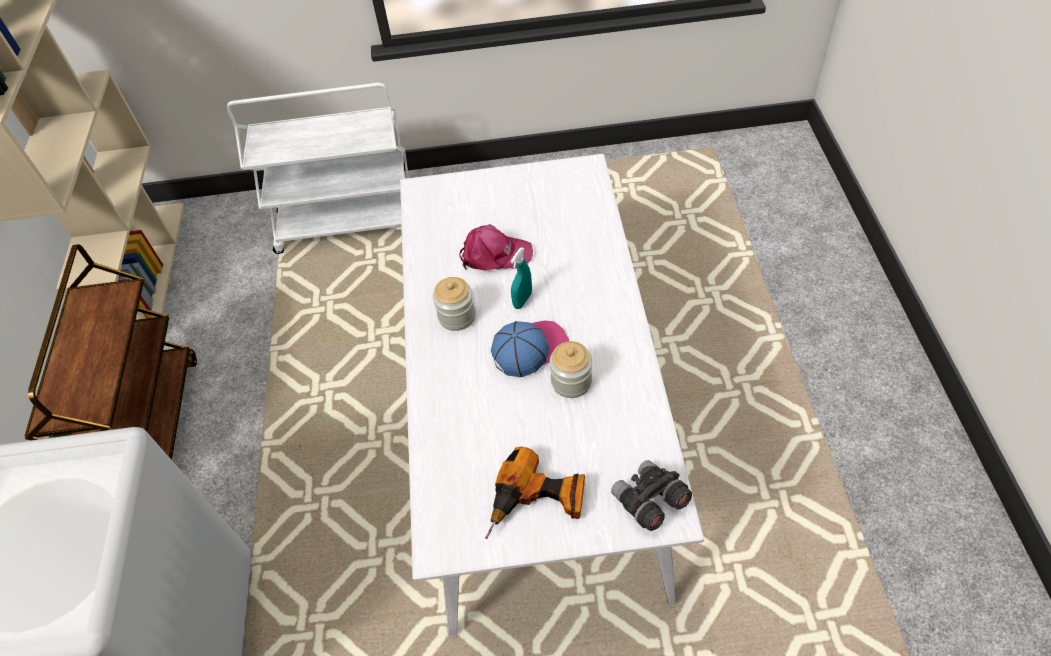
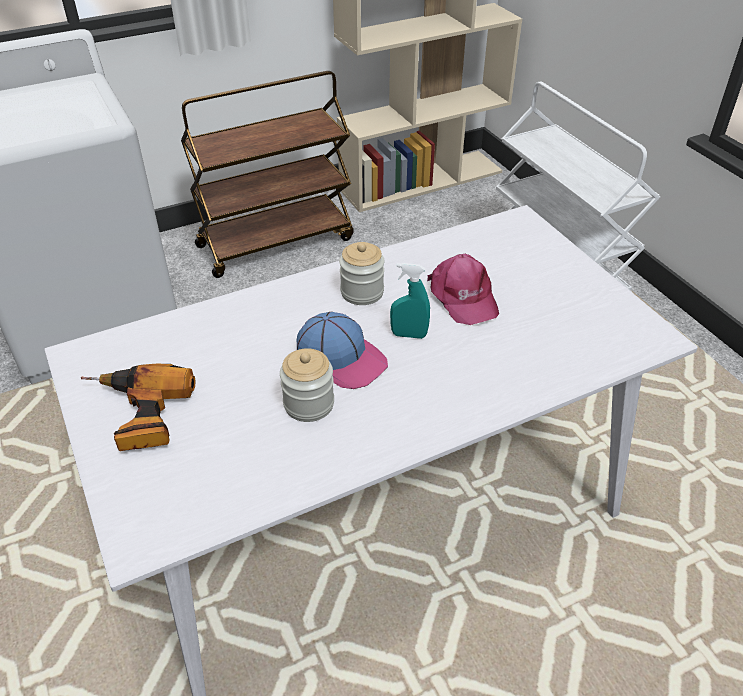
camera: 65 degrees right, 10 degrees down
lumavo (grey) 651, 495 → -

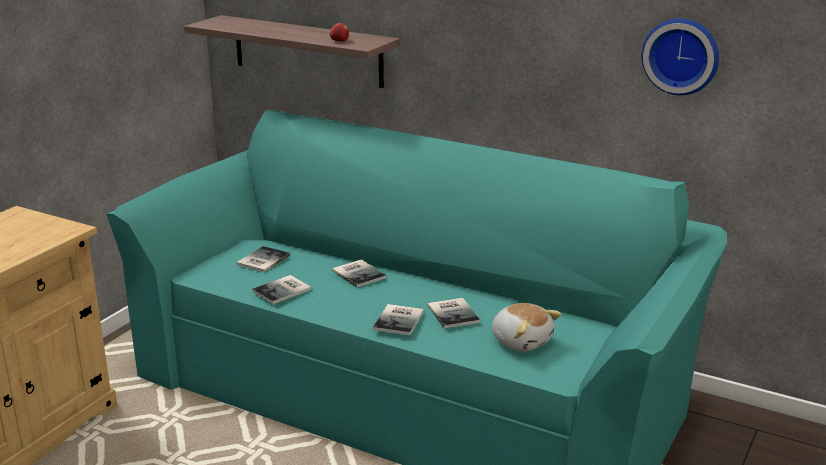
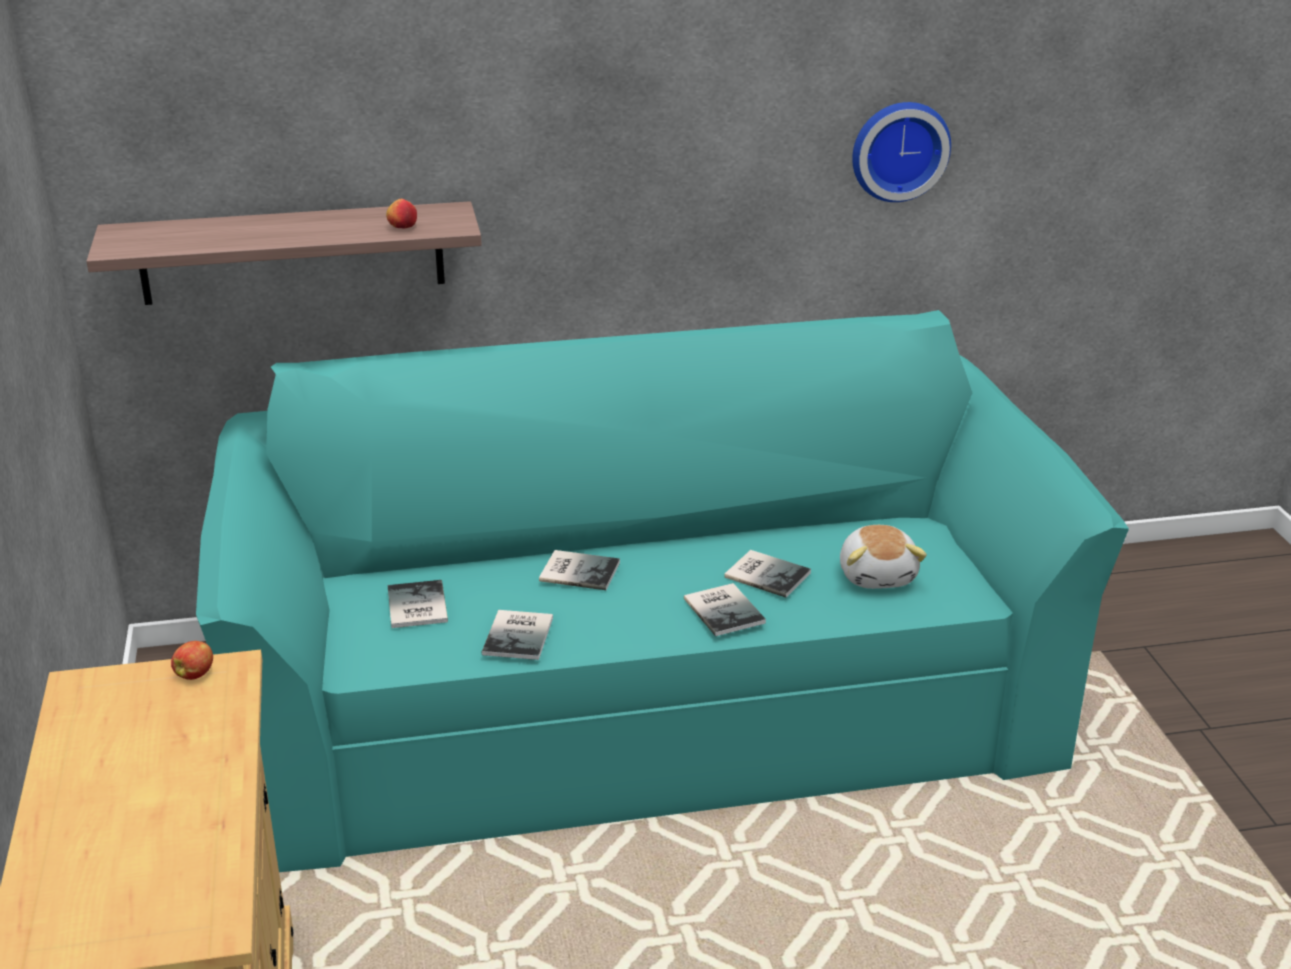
camera: 40 degrees left, 5 degrees up
- → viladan 192, 660
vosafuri 527, 327 → vosafuri 883, 557, 75 degrees clockwise

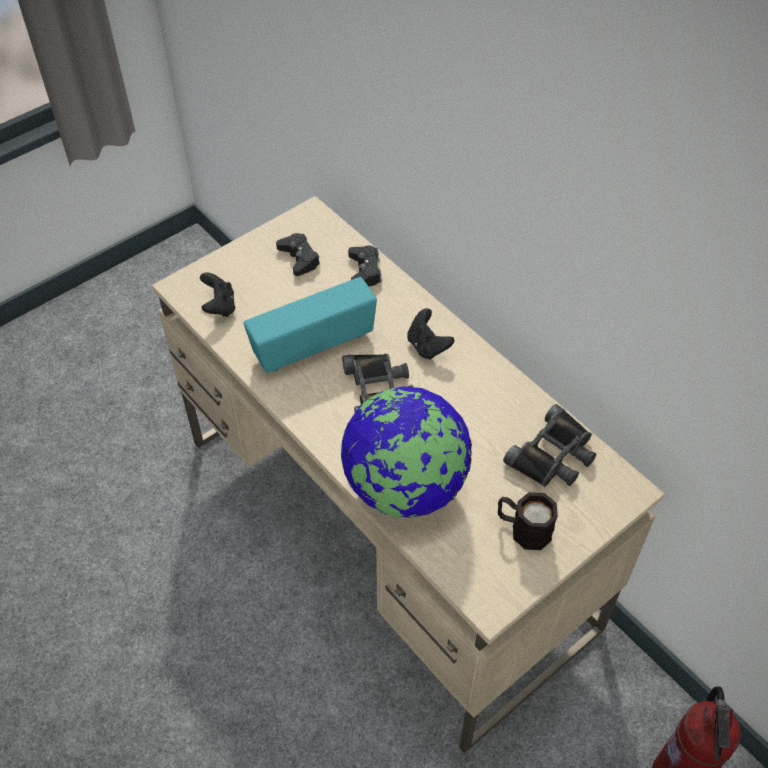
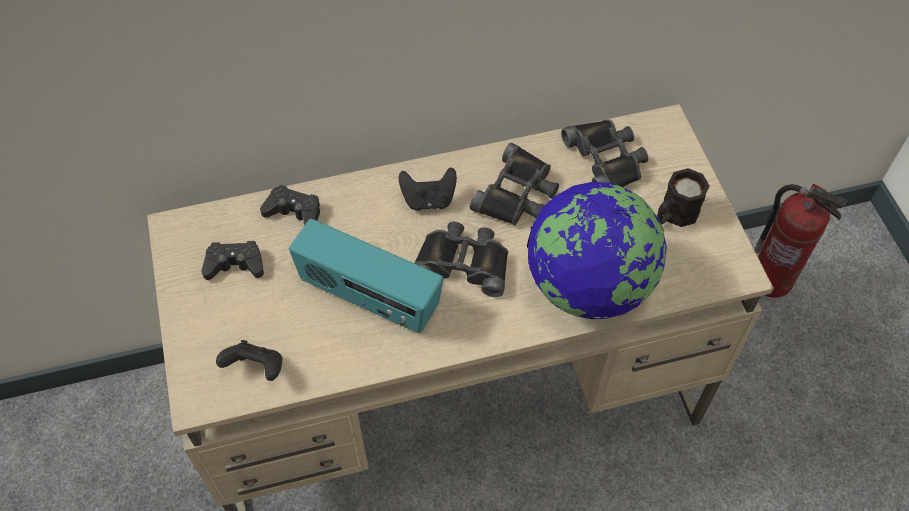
camera: 65 degrees left, 5 degrees up
- → lumavo (black) 514, 184
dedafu 310, 325 → dedafu 366, 276, 60 degrees counterclockwise

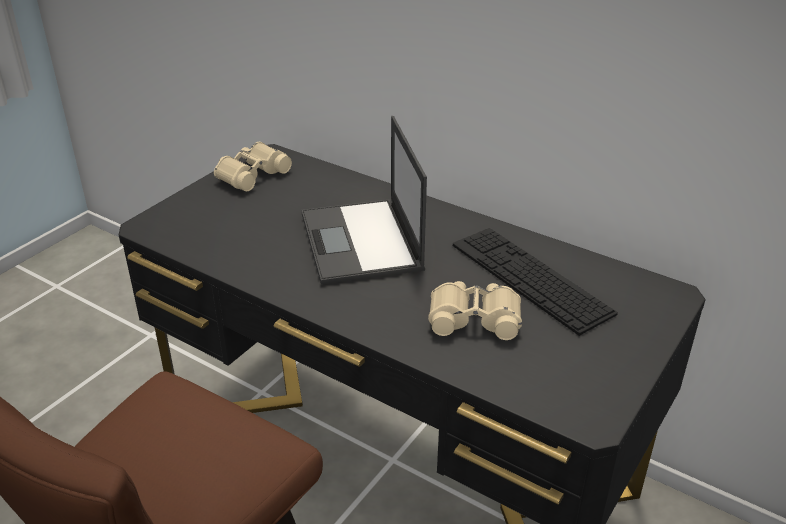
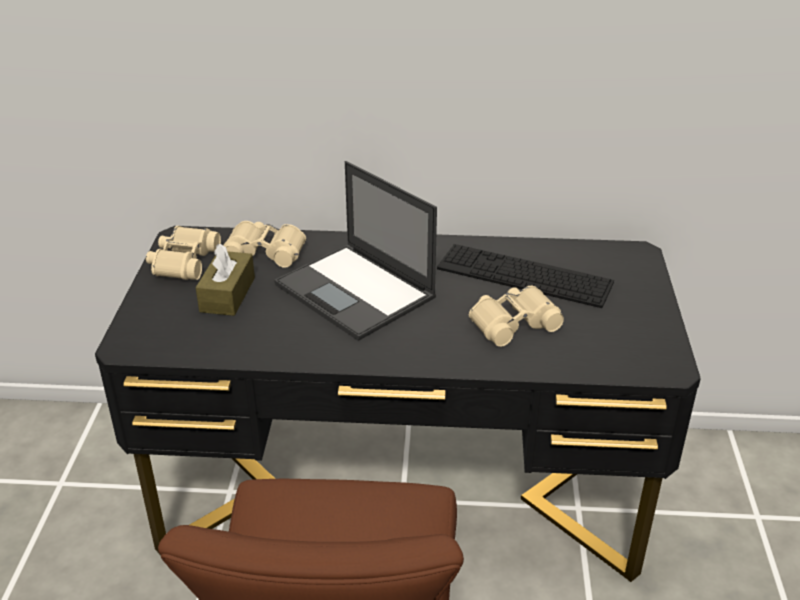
camera: 30 degrees left, 0 degrees up
- → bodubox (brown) 225, 280
- → lumavo (beige) 264, 244

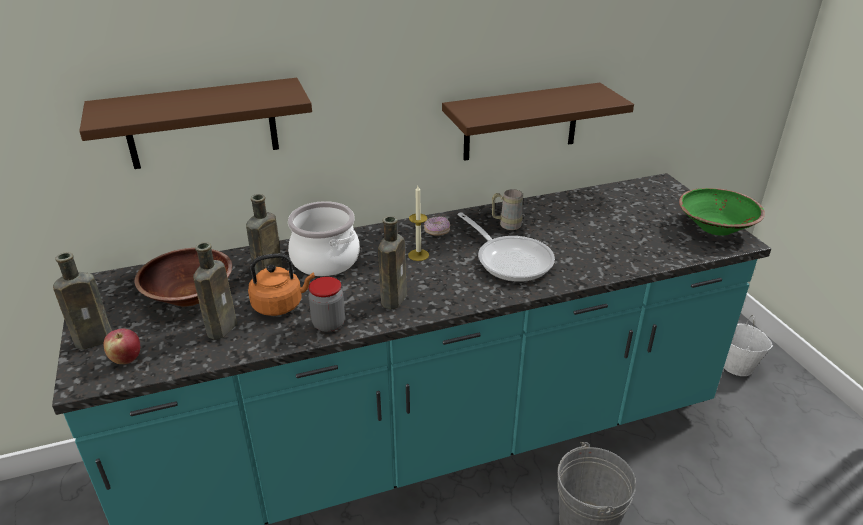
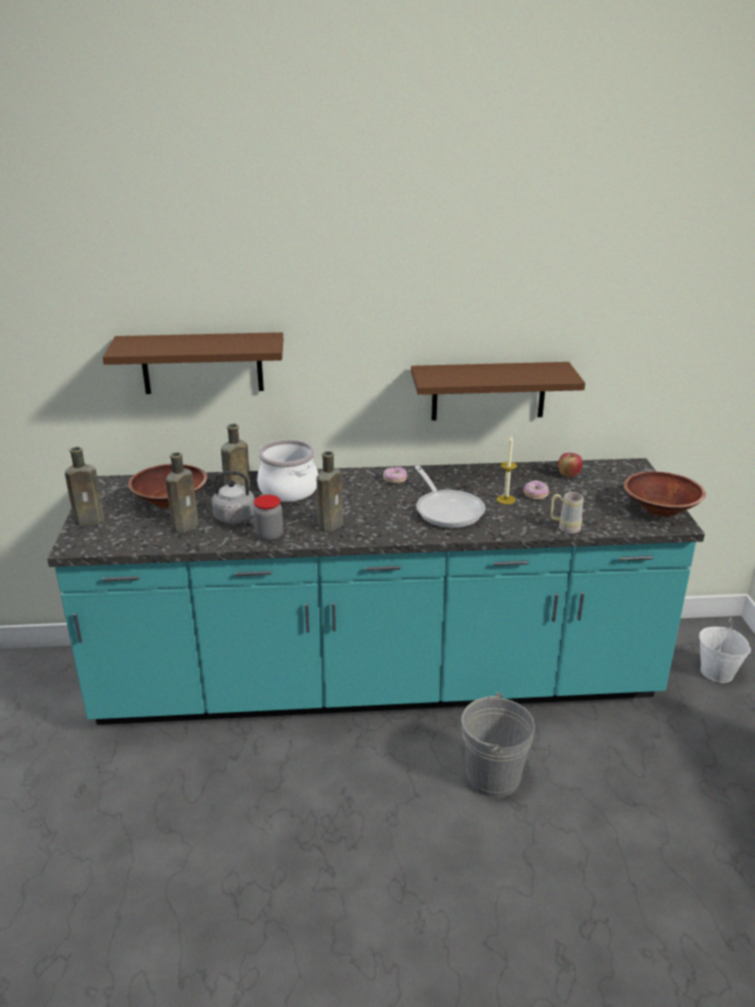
camera: 15 degrees right, 5 degrees down
- → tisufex 536, 490
viladan 121, 346 → viladan 570, 465, move
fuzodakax 418, 223 → fuzodakax 507, 470, move
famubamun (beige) 507, 209 → famubamun (beige) 567, 513, move
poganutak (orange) 281, 284 → poganutak (grey) 239, 497
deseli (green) 722, 212 → deseli (brown) 665, 494

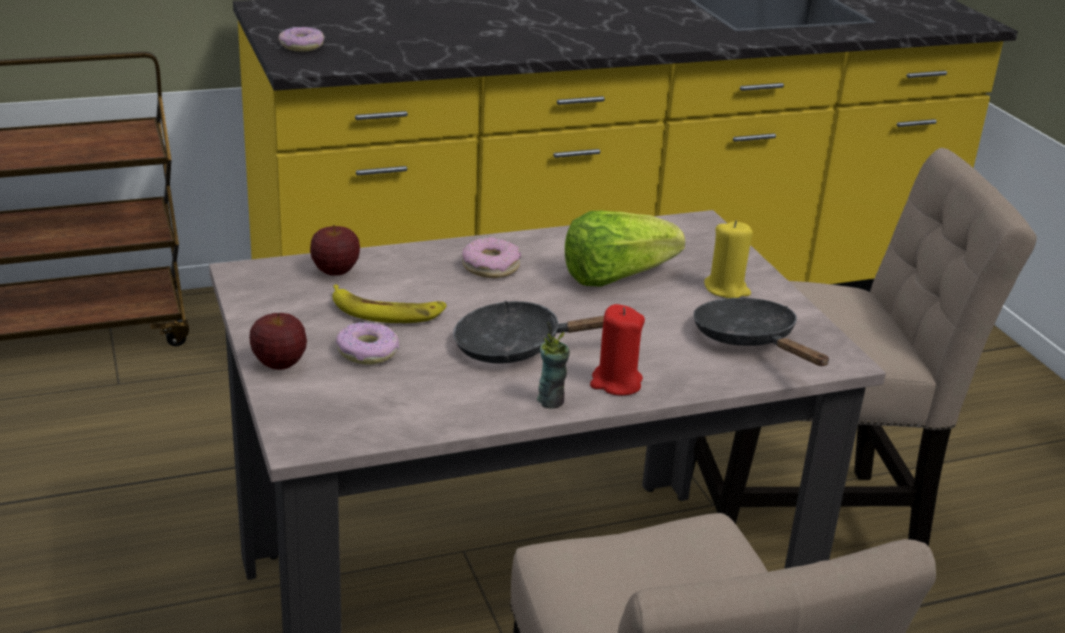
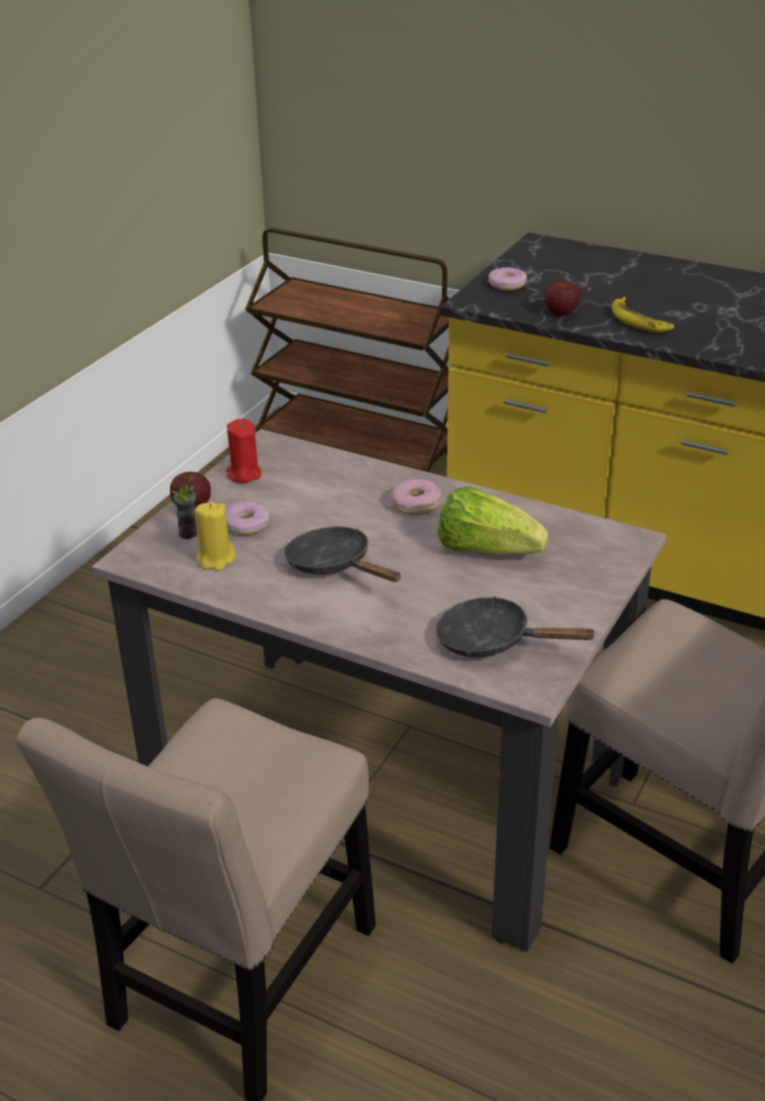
camera: 50 degrees right, 5 degrees up
viladan 335, 250 → viladan 562, 297, move
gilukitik 389, 304 → gilukitik 643, 314, move
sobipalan 553, 365 → sobipalan 185, 507, move
fuzodakax (red) 617, 349 → fuzodakax (red) 243, 451, move
fuzodakax (yellow) 728, 259 → fuzodakax (yellow) 215, 536, move
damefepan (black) 761, 332 → damefepan (black) 516, 626, 90 degrees counterclockwise

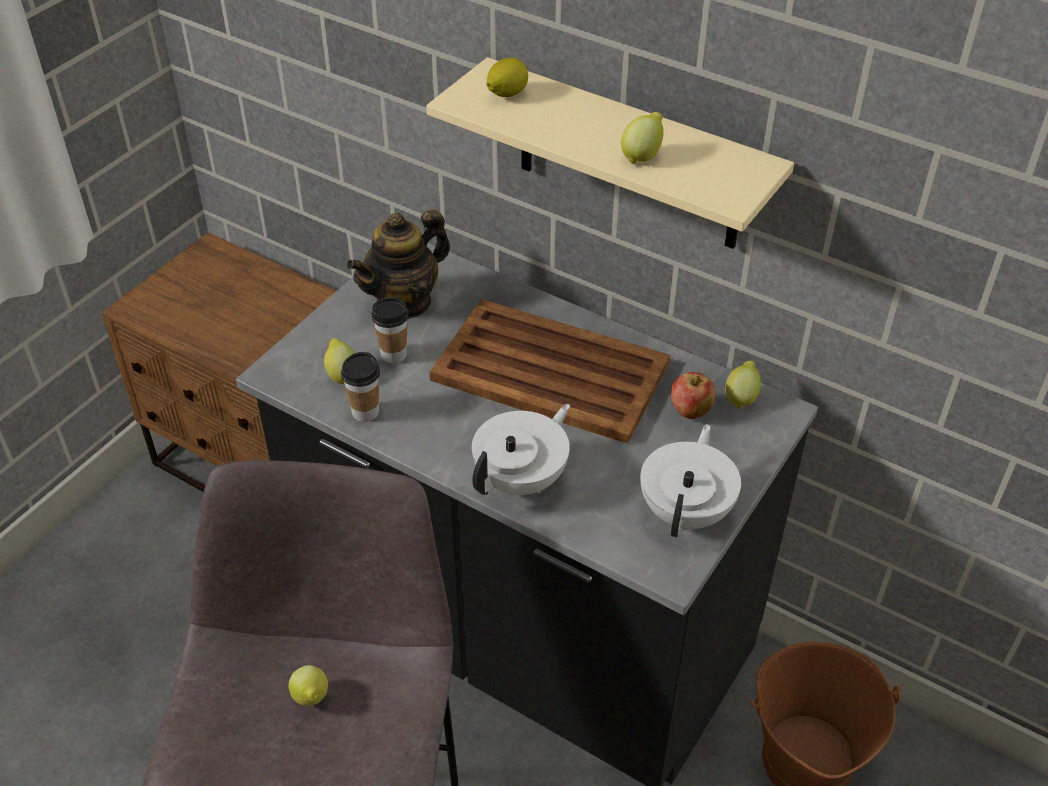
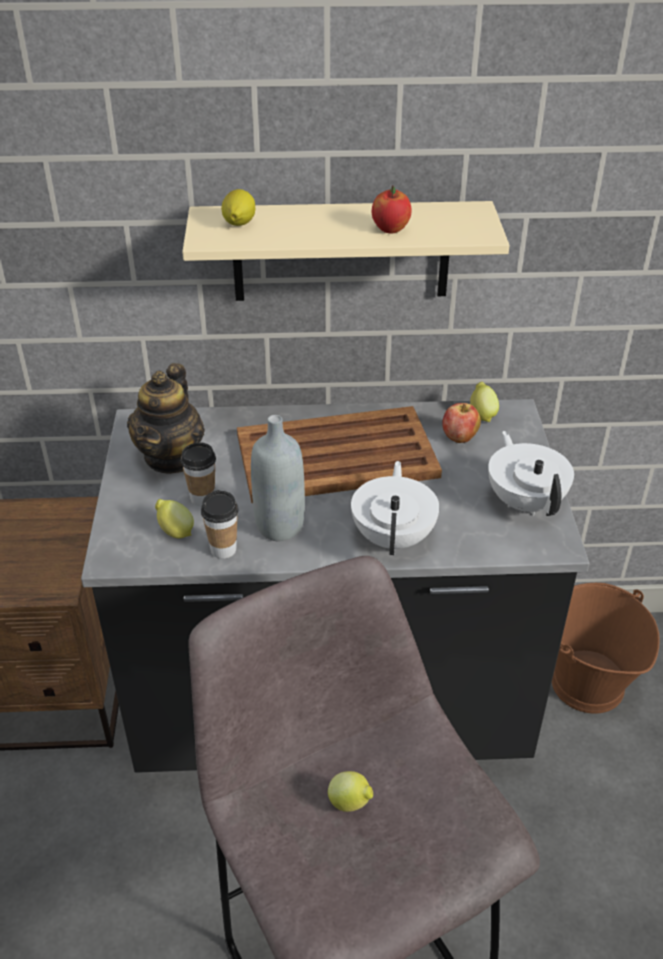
camera: 35 degrees left, 5 degrees down
- → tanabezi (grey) 278, 478
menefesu 642, 138 → viladan 391, 209

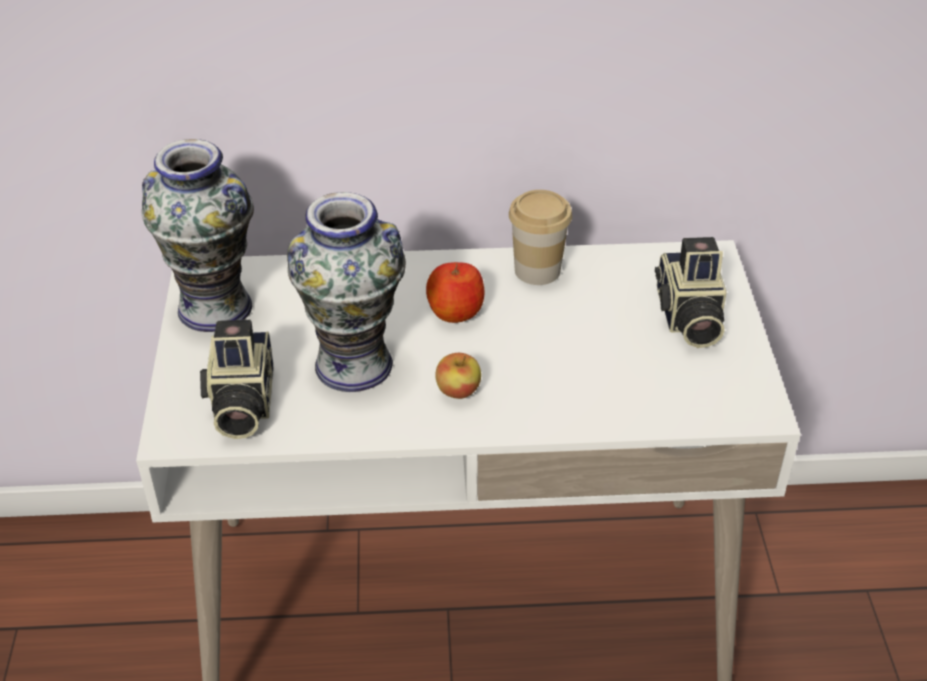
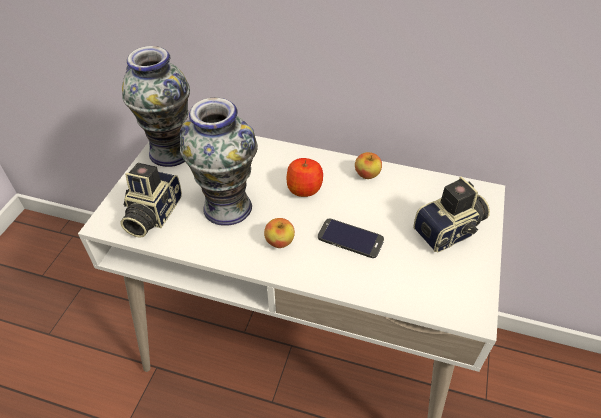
camera: 20 degrees right, 5 degrees up
- → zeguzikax 351, 238
sobipalan 540, 237 → viladan 368, 165
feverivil 690, 292 → feverivil 451, 214, 135 degrees counterclockwise

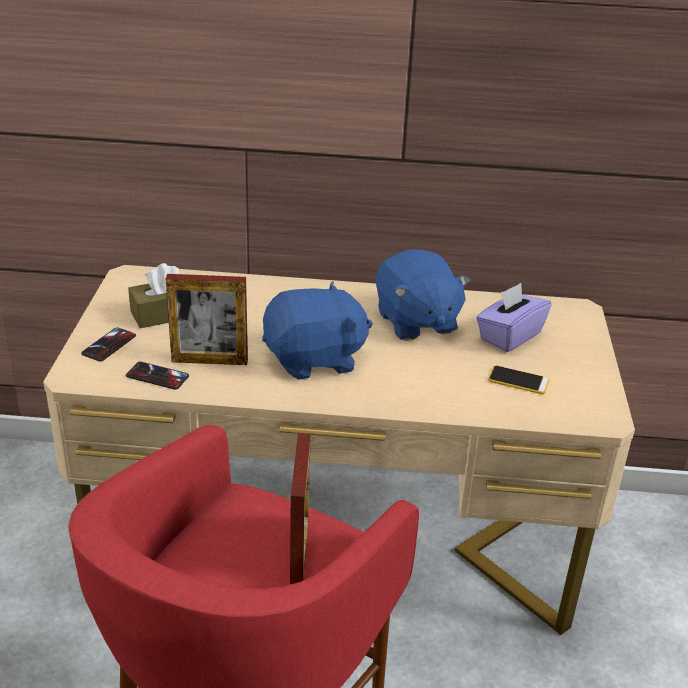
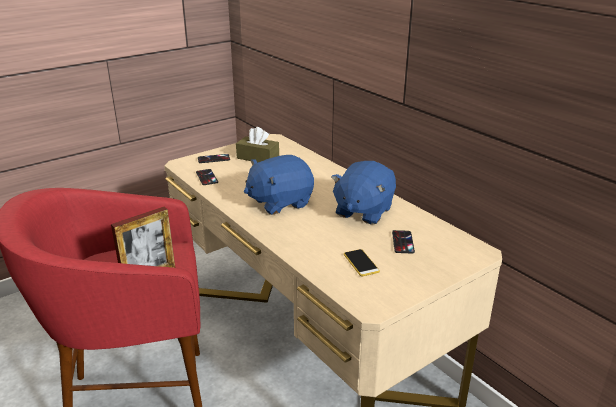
camera: 50 degrees right, 5 degrees down
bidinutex 207, 319 → -
bodubox (purple) 513, 317 → zeguzikax 403, 241
vosafuri (blue) 317, 330 → vosafuri (blue) 279, 185, 120 degrees clockwise

